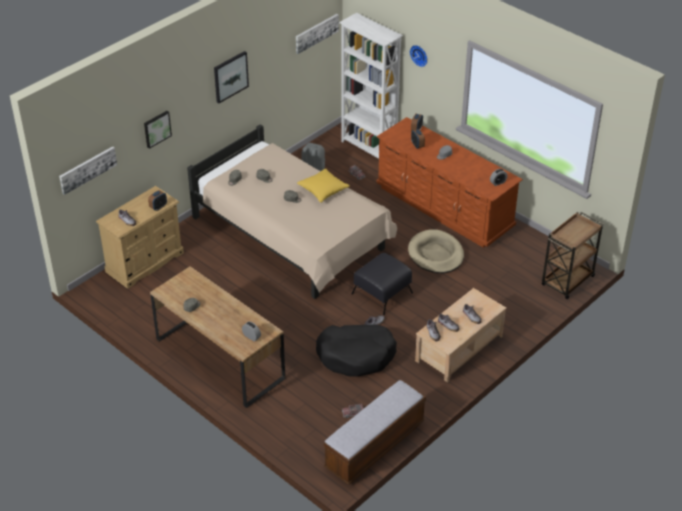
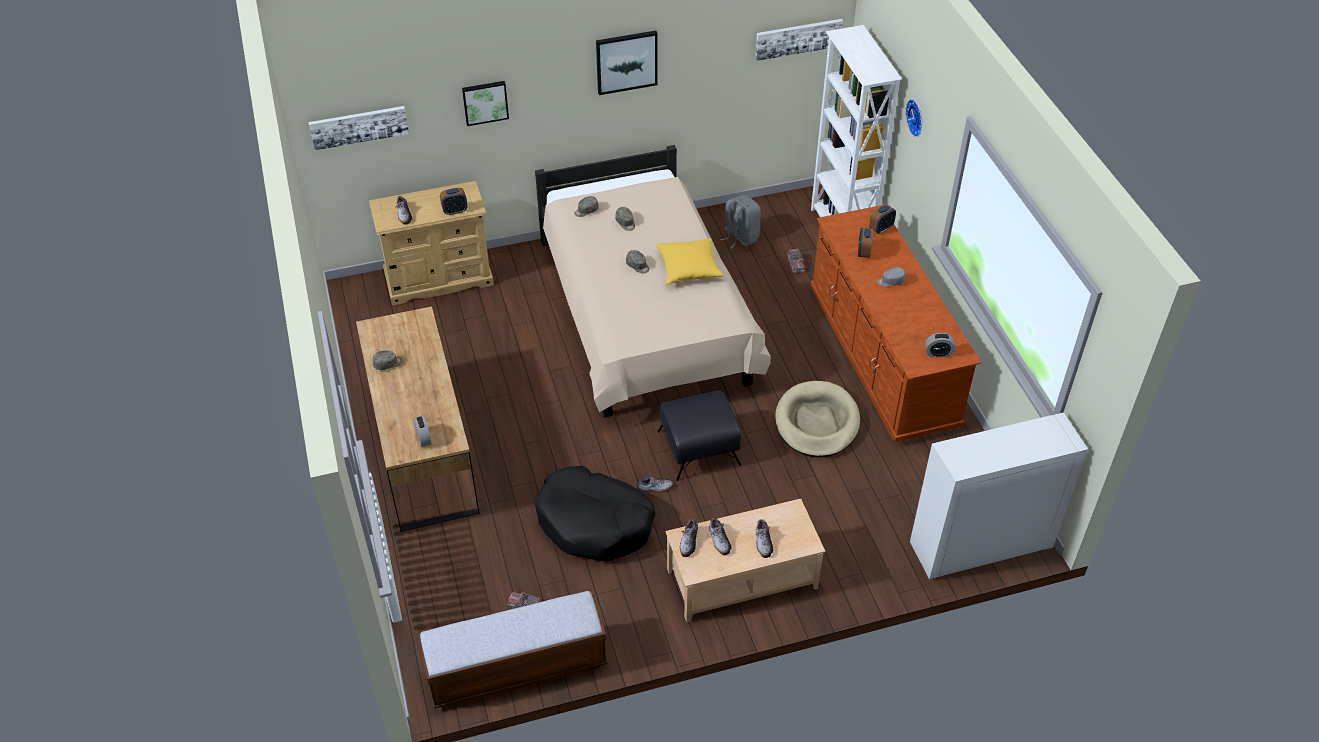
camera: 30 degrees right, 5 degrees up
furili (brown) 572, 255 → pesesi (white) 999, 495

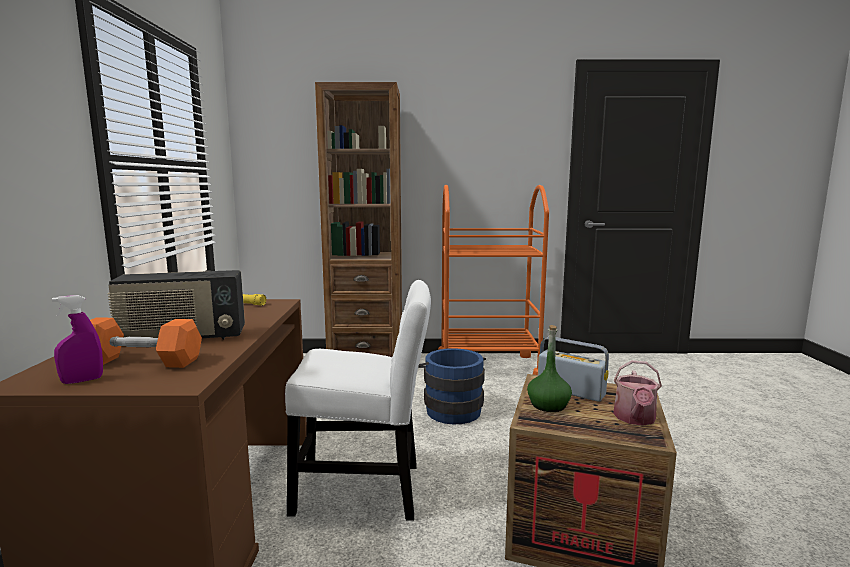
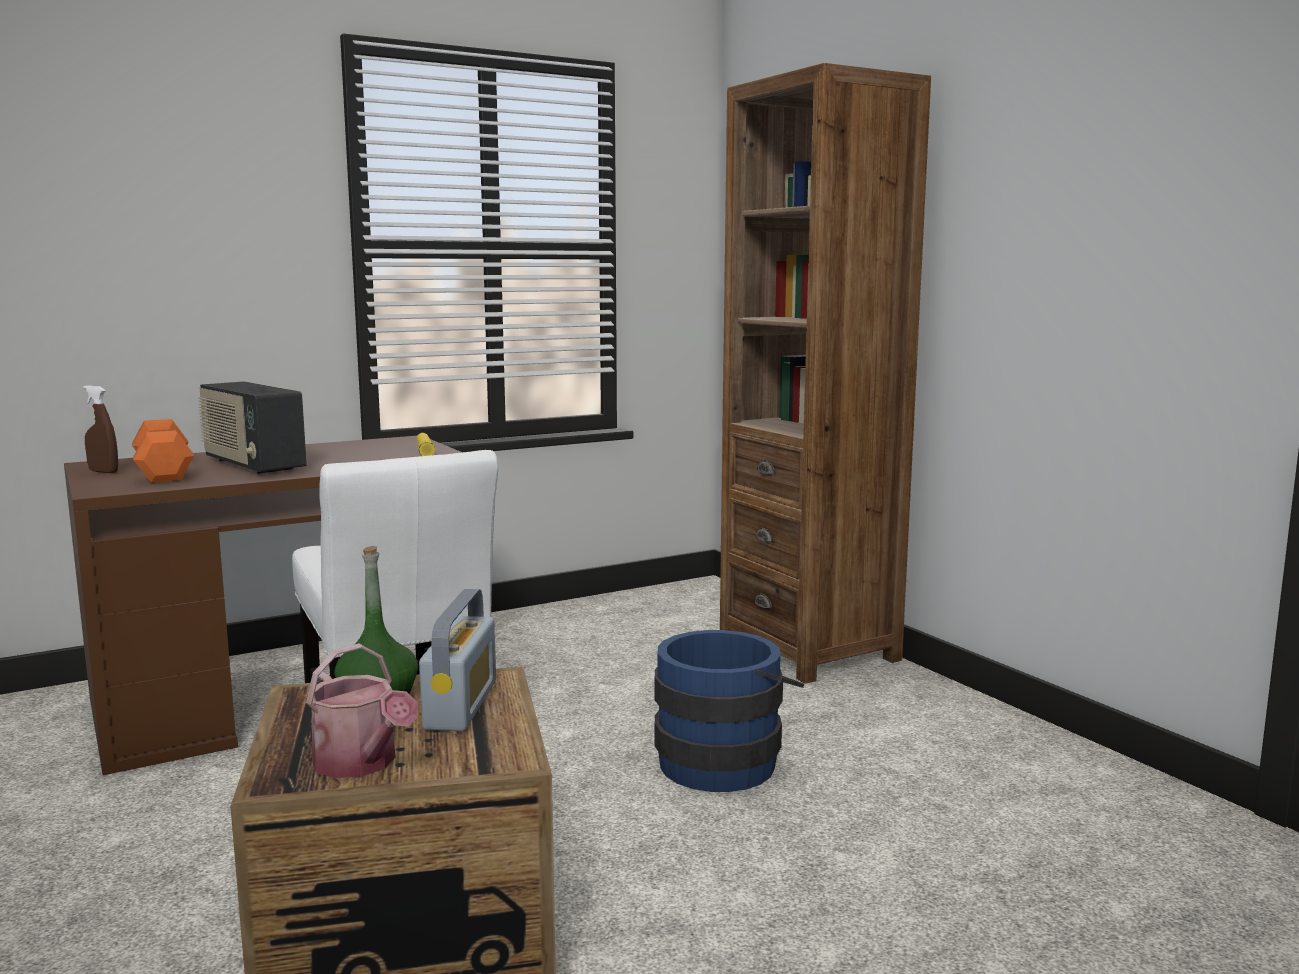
camera: 60 degrees right, 0 degrees up
furili (orange) 493, 280 → -
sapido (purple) 77, 339 → sapido (brown) 100, 429
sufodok 637, 393 → sufodok 362, 710, 120 degrees counterclockwise

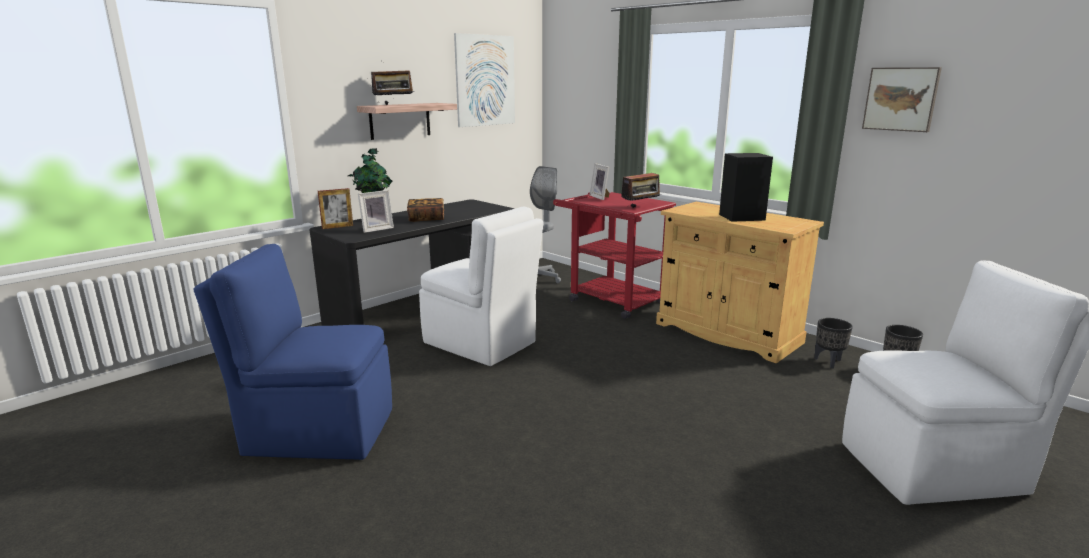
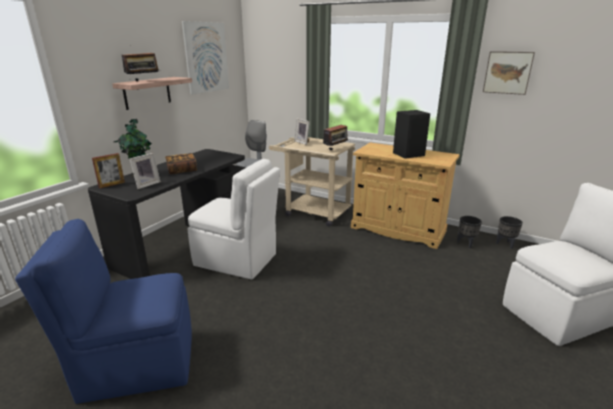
camera: 15 degrees left, 5 degrees up
furili (red) 614, 255 → furili (beige) 312, 181

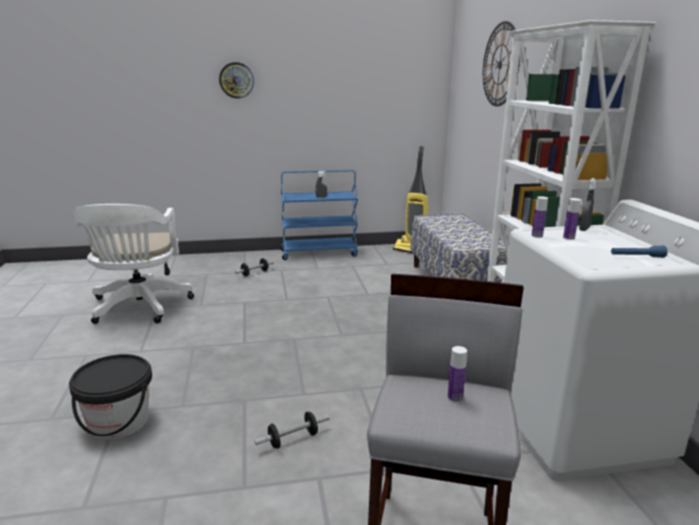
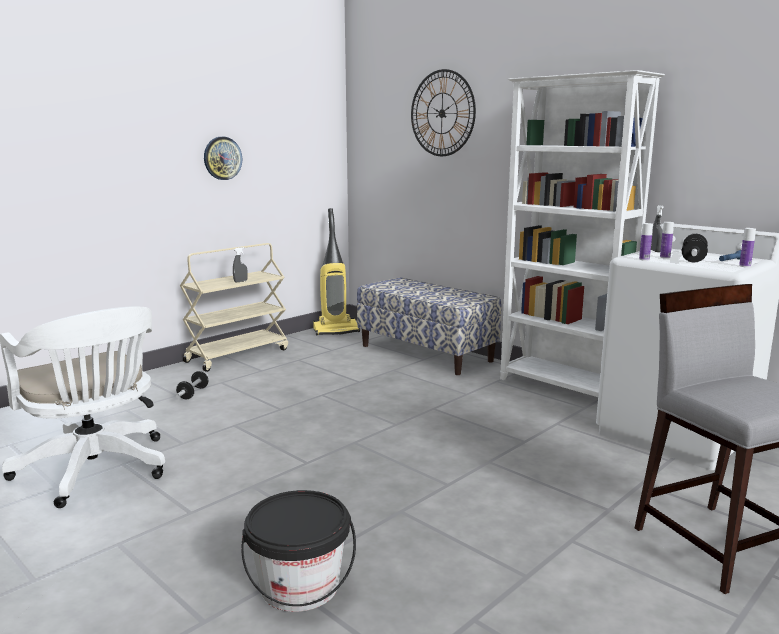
camera: 35 degrees left, 5 degrees down
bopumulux 236, 80 → bopumulux 223, 158, move
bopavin 291, 430 → bopavin 695, 248, move
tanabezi 457, 374 → tanabezi 747, 247, move
furili (blue) 319, 215 → furili (beige) 234, 307

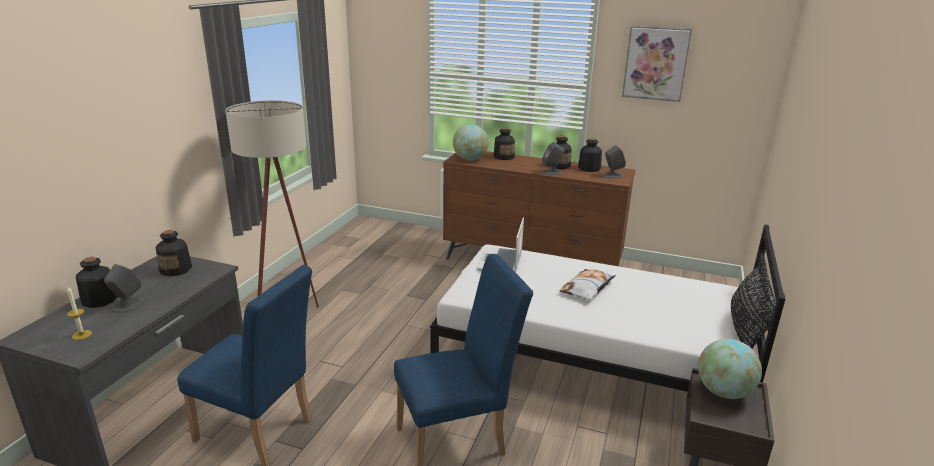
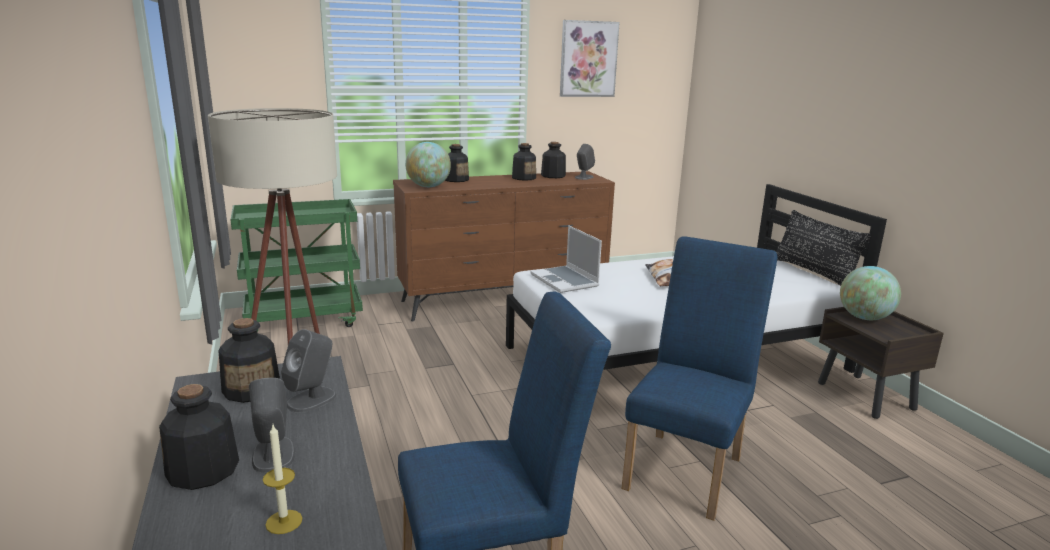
camera: 40 degrees left, 5 degrees down
- → furili (green) 296, 265
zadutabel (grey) 552, 158 → zadutabel (grey) 309, 371, move

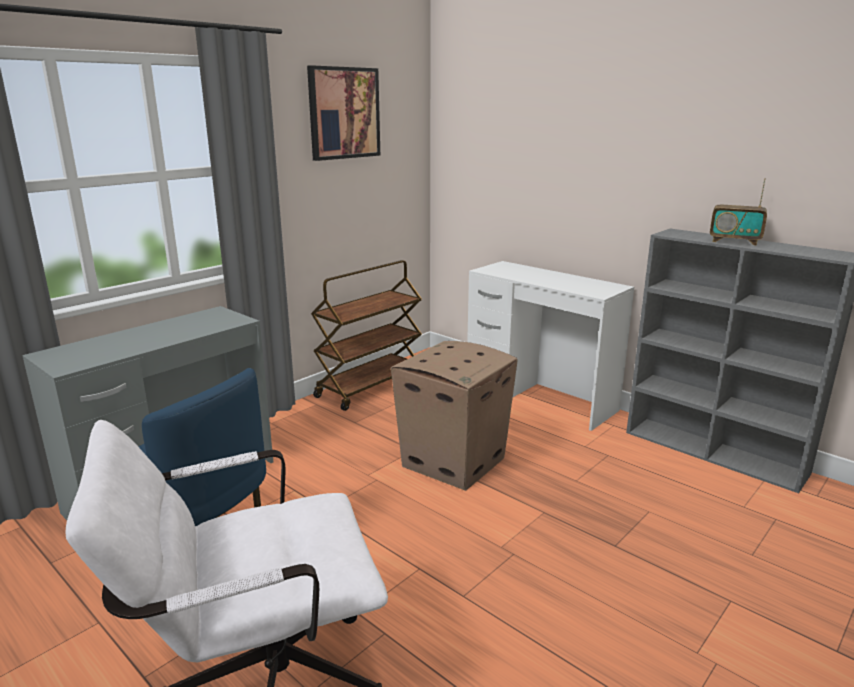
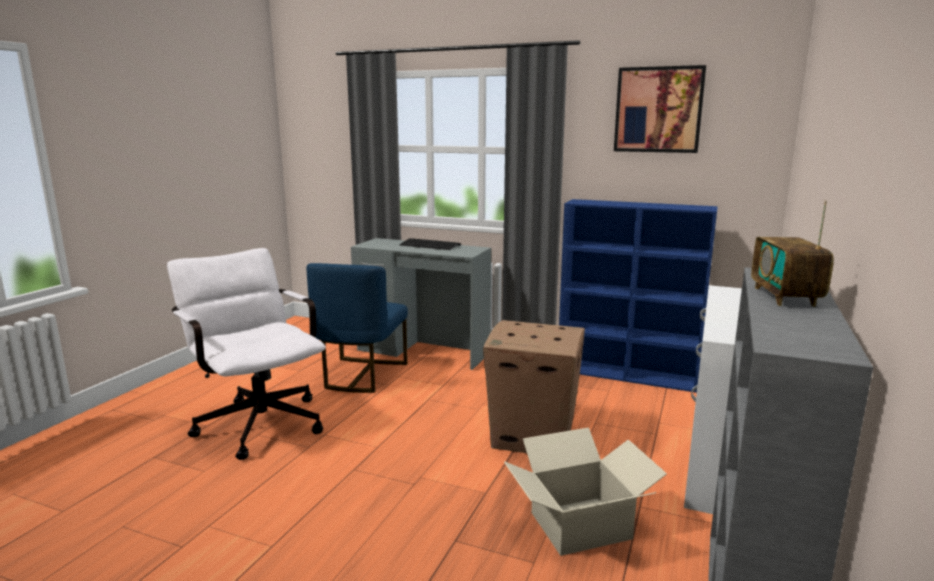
camera: 70 degrees right, 5 degrees down
- → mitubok 430, 244
- → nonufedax 585, 492
furili (brown) 366, 335 → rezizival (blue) 638, 296

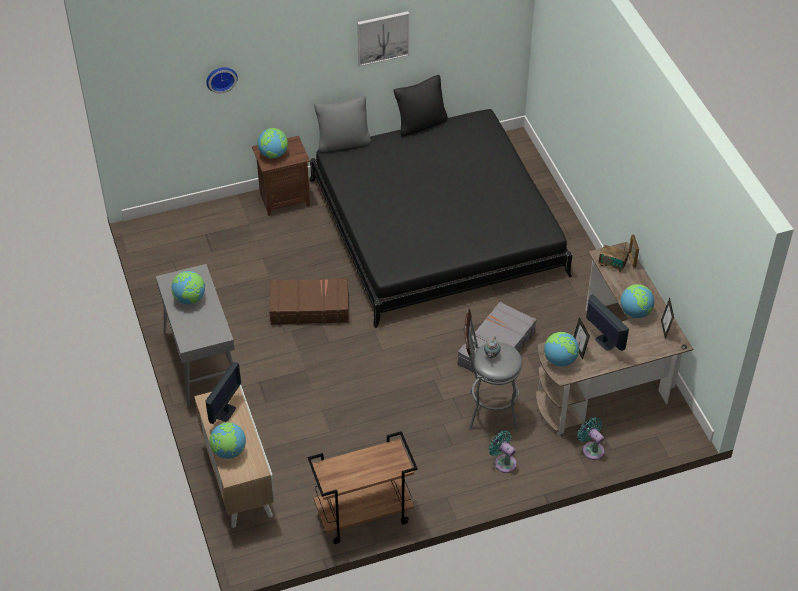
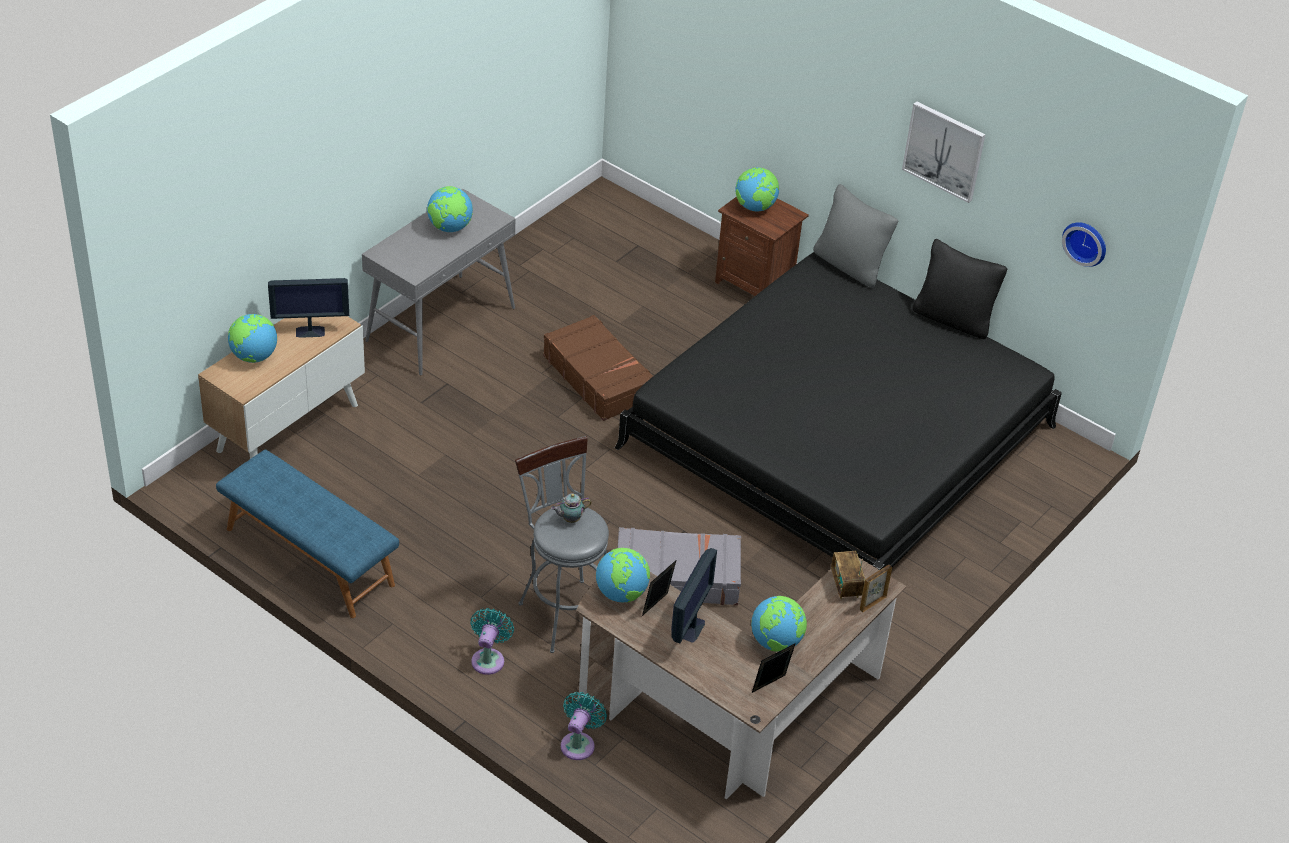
camera: 55 degrees right, 5 degrees down
bopumulux 222, 80 → bopumulux 1084, 244, move
furili (brown) 363, 487 → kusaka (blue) 307, 534

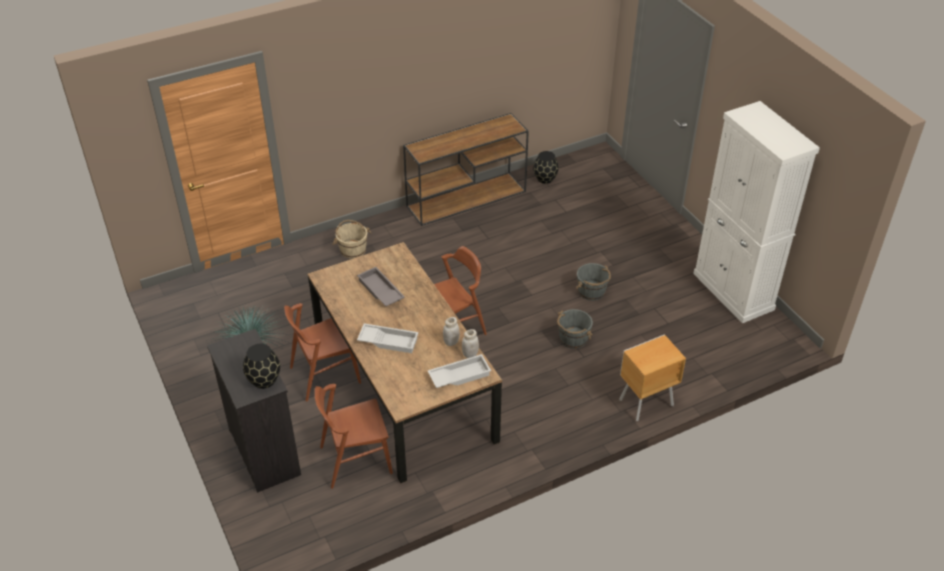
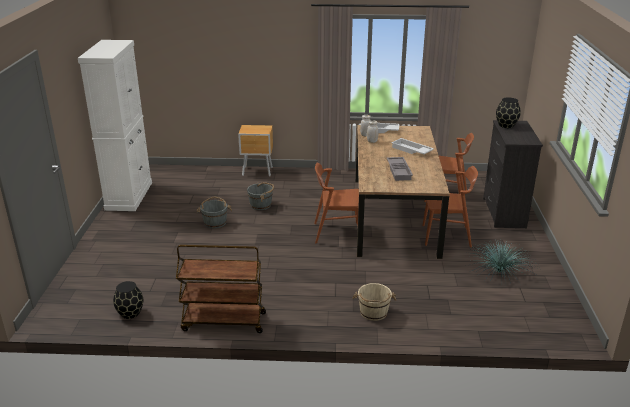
camera: 150 degrees left, 15 degrees down
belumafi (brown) 466, 169 → furili (brown) 221, 289

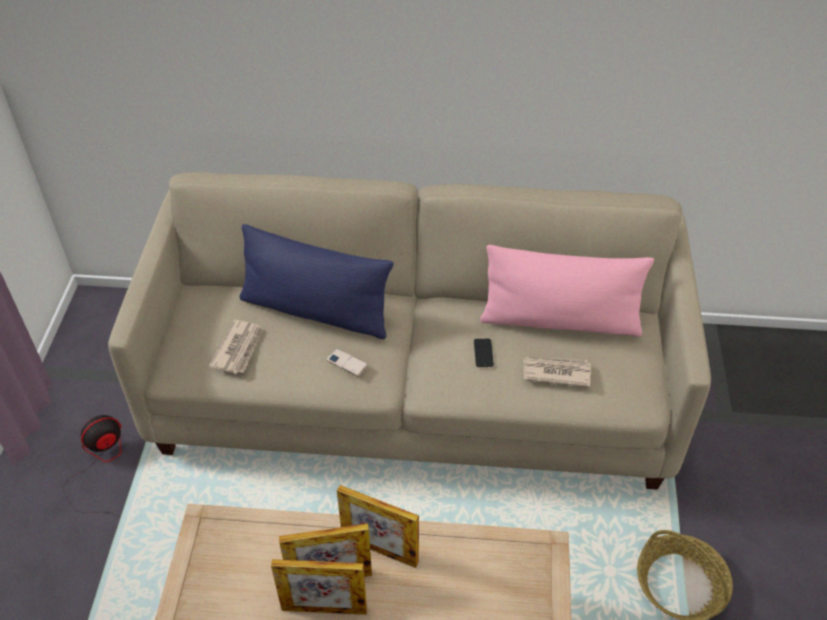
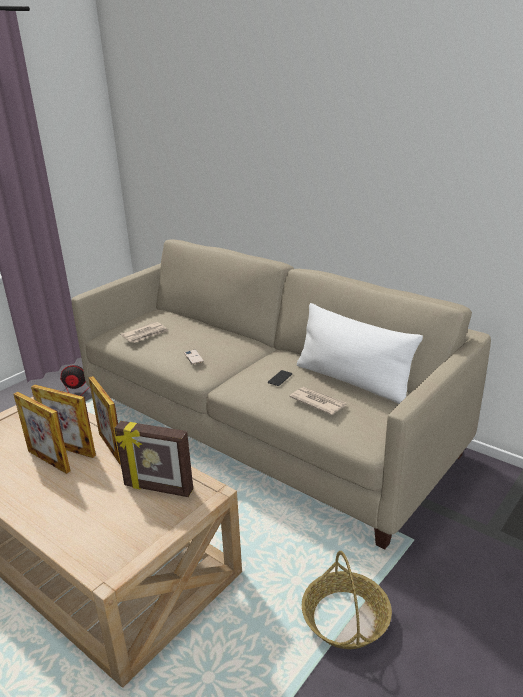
camera: 35 degrees right, 20 degrees down
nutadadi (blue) 317, 281 → -
- → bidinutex 153, 459
nutadadi (pink) 567, 291 → nutadadi (white) 360, 353

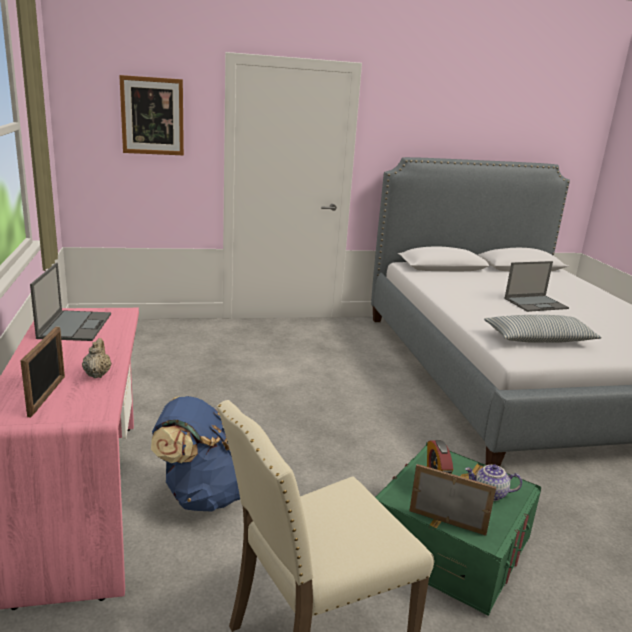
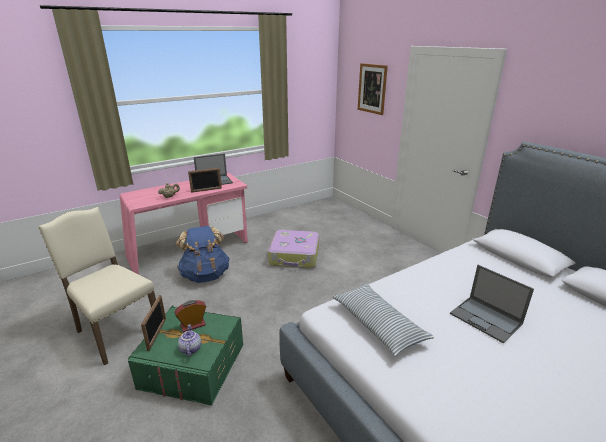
camera: 70 degrees right, 5 degrees up
- → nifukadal 293, 249
bidinutex 43, 371 → bidinutex 205, 180, move

